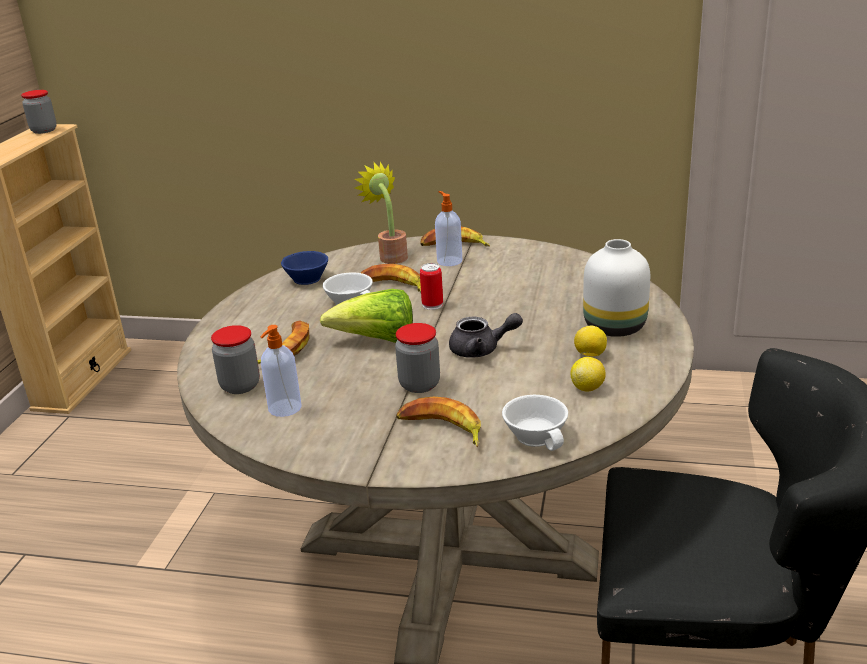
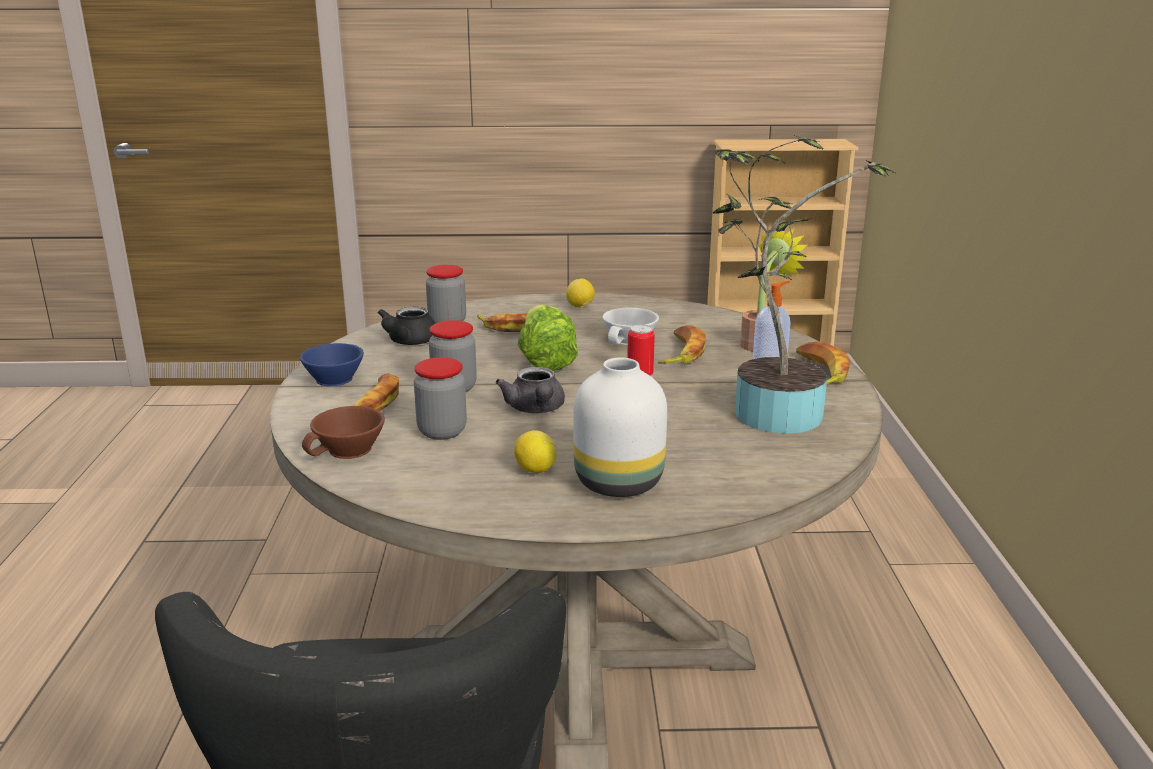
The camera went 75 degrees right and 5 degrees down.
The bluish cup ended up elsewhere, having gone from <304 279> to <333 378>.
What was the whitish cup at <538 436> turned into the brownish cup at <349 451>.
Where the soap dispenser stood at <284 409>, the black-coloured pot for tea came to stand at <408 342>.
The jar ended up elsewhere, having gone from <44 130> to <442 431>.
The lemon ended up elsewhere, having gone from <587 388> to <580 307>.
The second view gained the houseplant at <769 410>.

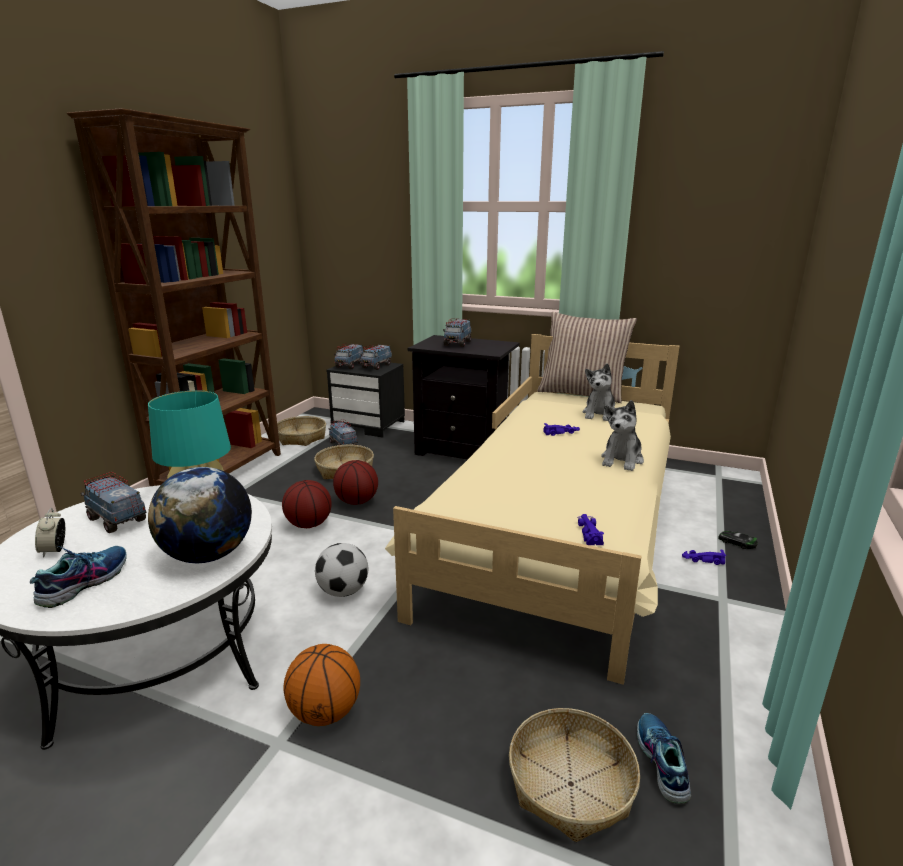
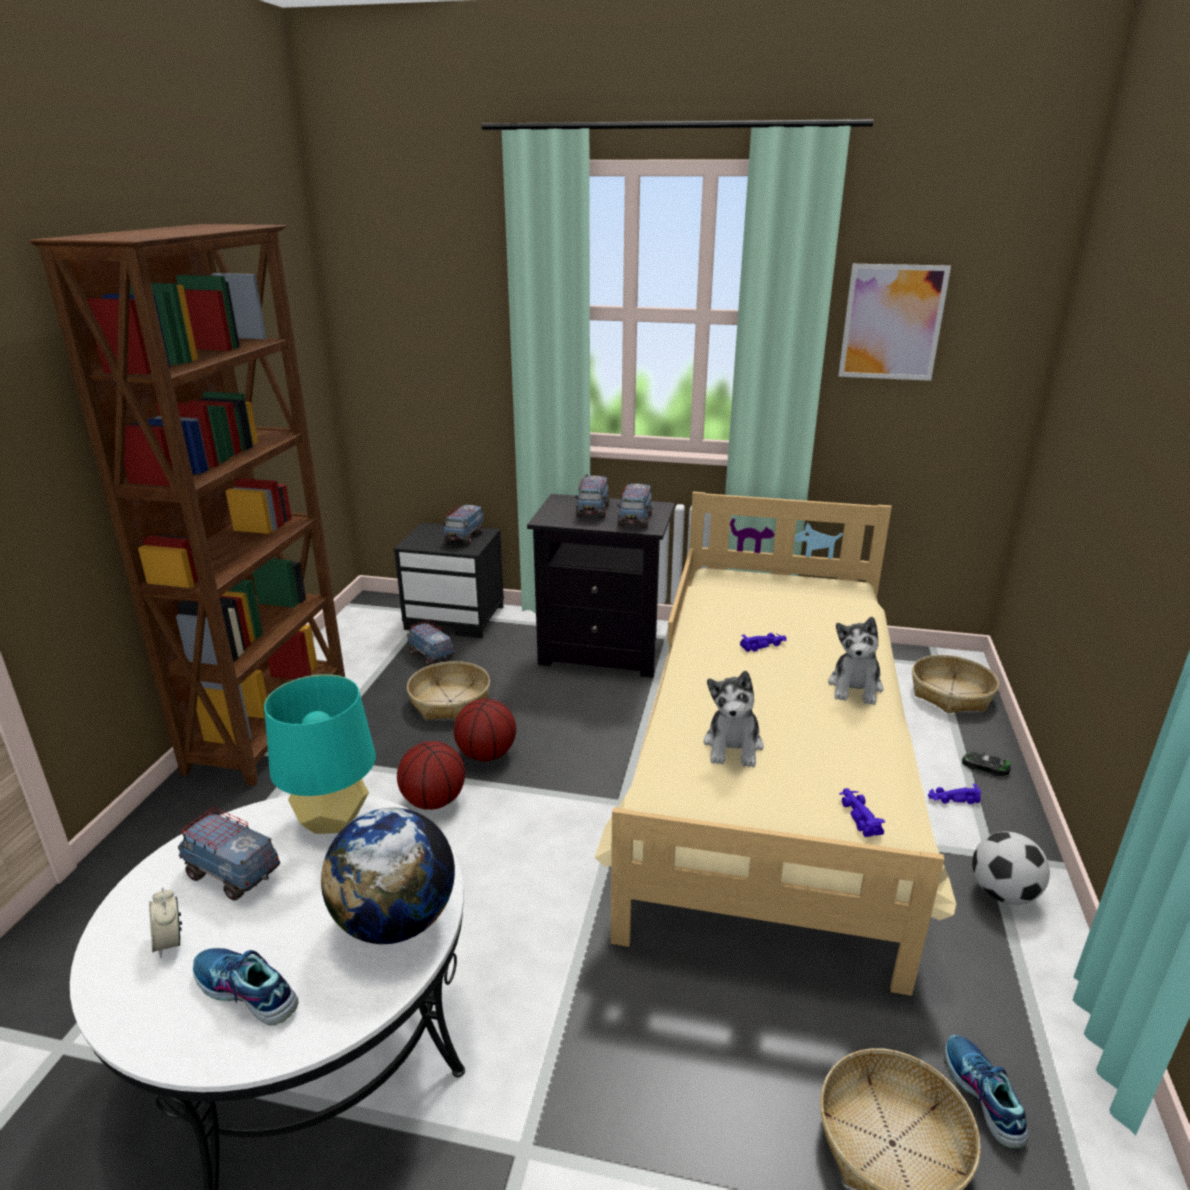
The camera went 10 degrees left and 5 degrees up.
The low shoe at <84 582> ended up facing another way, 75 degrees counterclockwise from before.
The toy truck ended up elsewhere, having gone from <349 366> to <635 520>.
The soft toy ended up elsewhere, having gone from <599 414> to <733 746>.
The second view gained the picture at <892 322>.
The storage basket ended up elsewhere, having gone from <300 438> to <950 694>.
The football ended up elsewhere, having gone from <343 591> to <1002 893>.
The second view lost the basketball ball at <325 712>.
The second view lost the cushion at <582 393>.

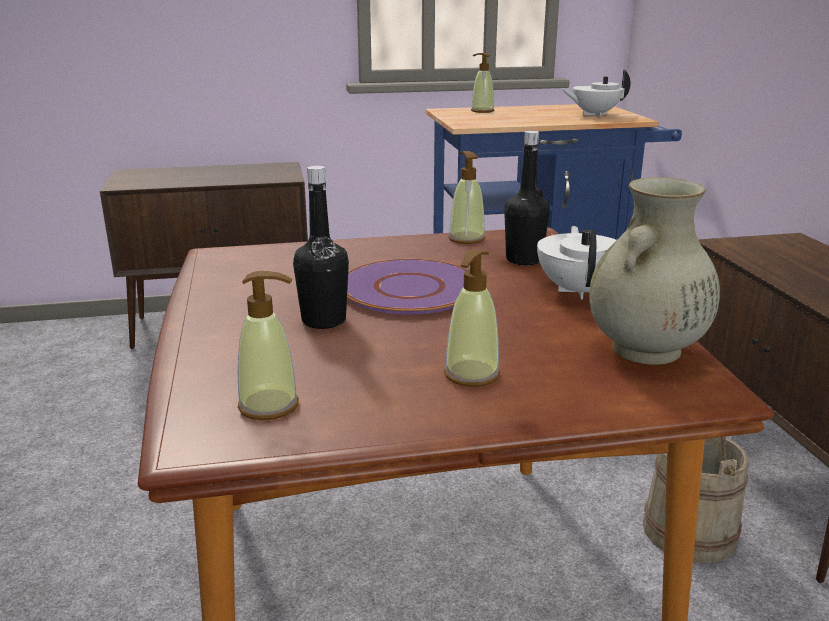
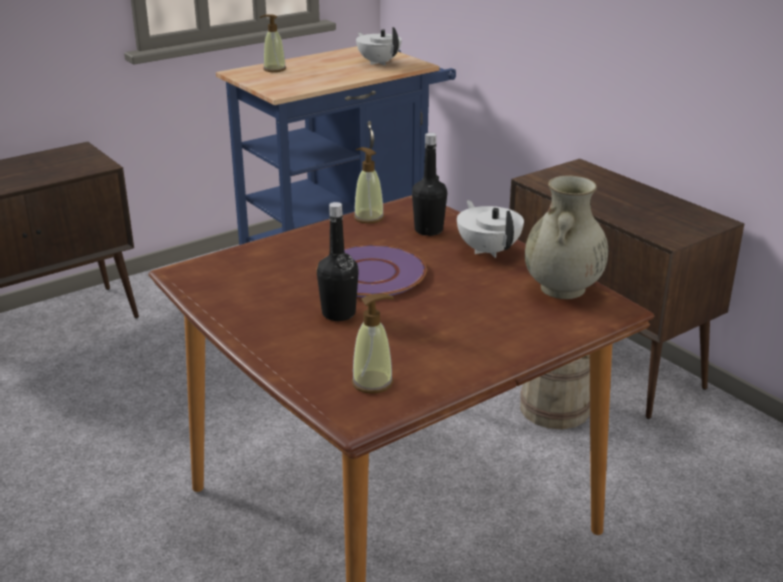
The camera went 25 degrees left and 5 degrees up.
The whitish pot for tea at <594 114> ended up facing another way, 90 degrees clockwise from before.
The second view lost the soap dispenser at <471 375>.

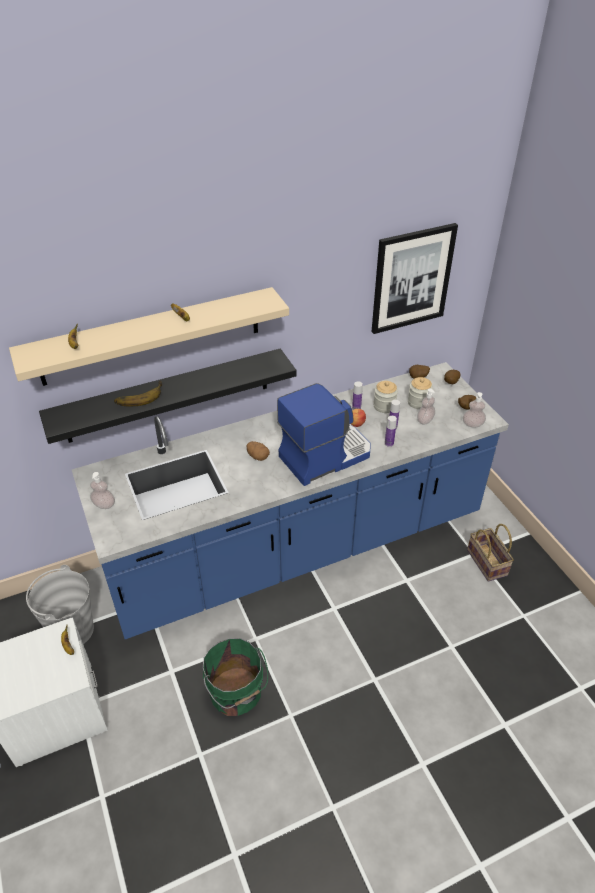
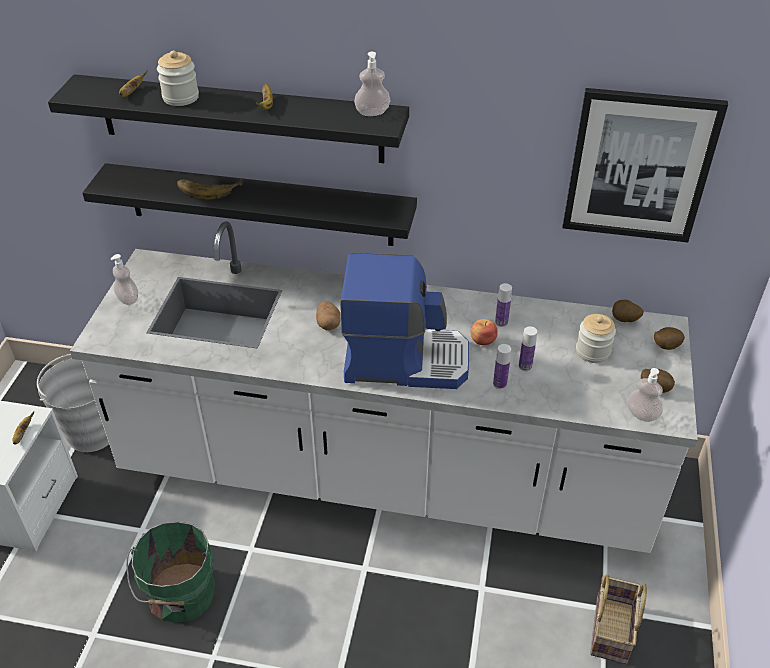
The camera went 35 degrees right and 0 degrees up.
What was the sand-coloured bracket shelf at <151 336> turned into the black-coloured bracket shelf at <240 119>.
What was the bluish counter at <297 547> turned into the whitish counter at <385 473>.
The jar ended up elsewhere, having gone from <384 406> to <181 97>.
The soap dispenser ended up elsewhere, having gone from <425 420> to <372 112>.

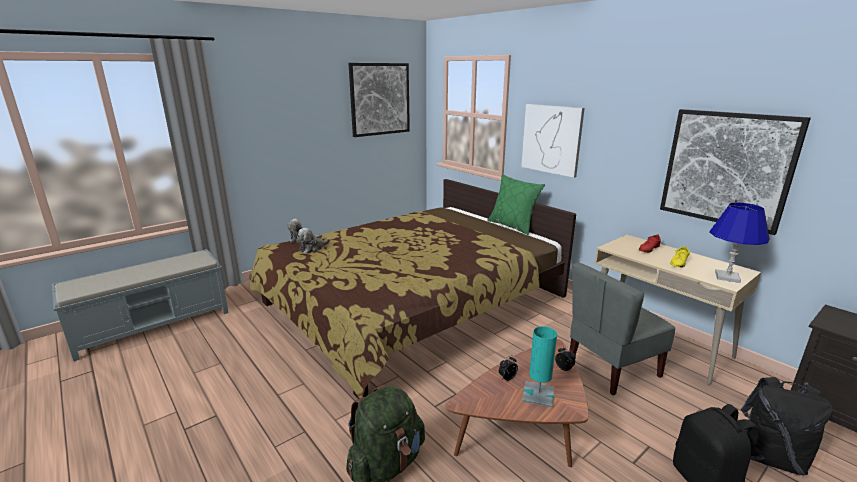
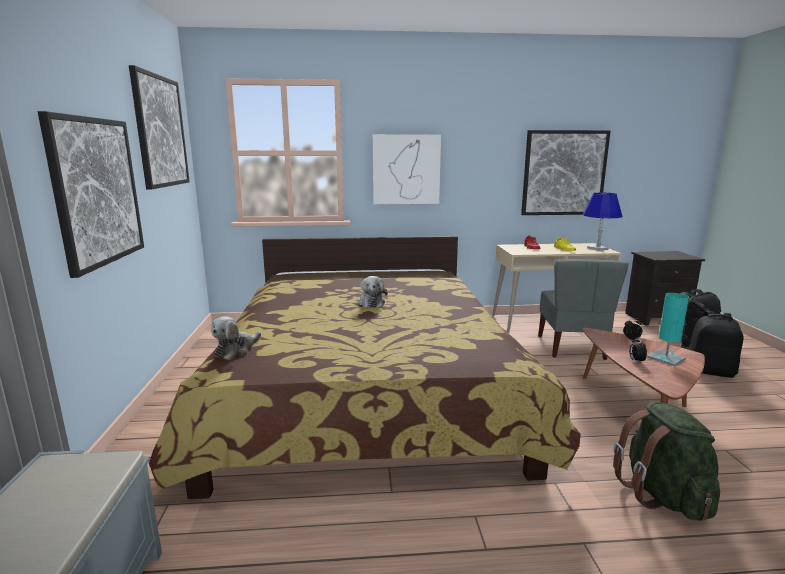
The camera went 55 degrees left and 5 degrees down.
The second view gained the picture at <97 191>.
The soft toy ended up elsewhere, having gone from <313 248> to <371 302>.
The second view lost the greenish cushion at <513 226>.

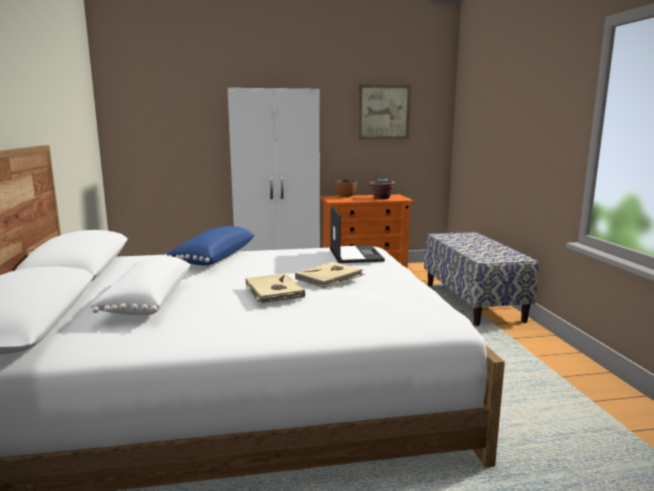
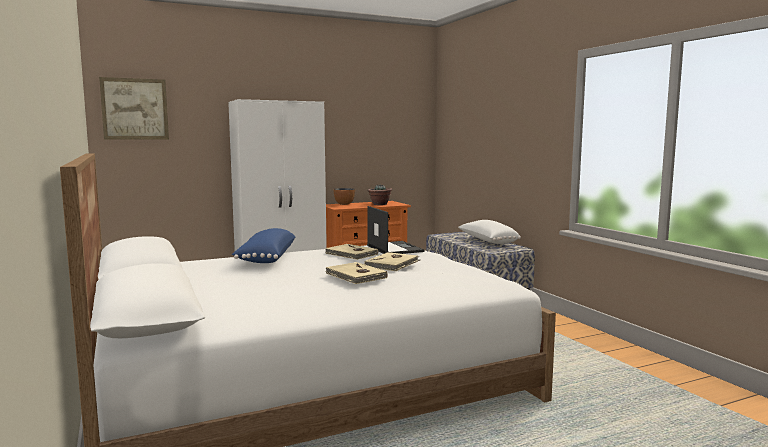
The camera went 15 degrees left and 5 degrees down.
The picture ended up elsewhere, having gone from <384 112> to <135 109>.
The second view gained the sand-coloured volume at <351 254>.
The whitish cushion ended up elsewhere, having gone from <146 301> to <487 241>.

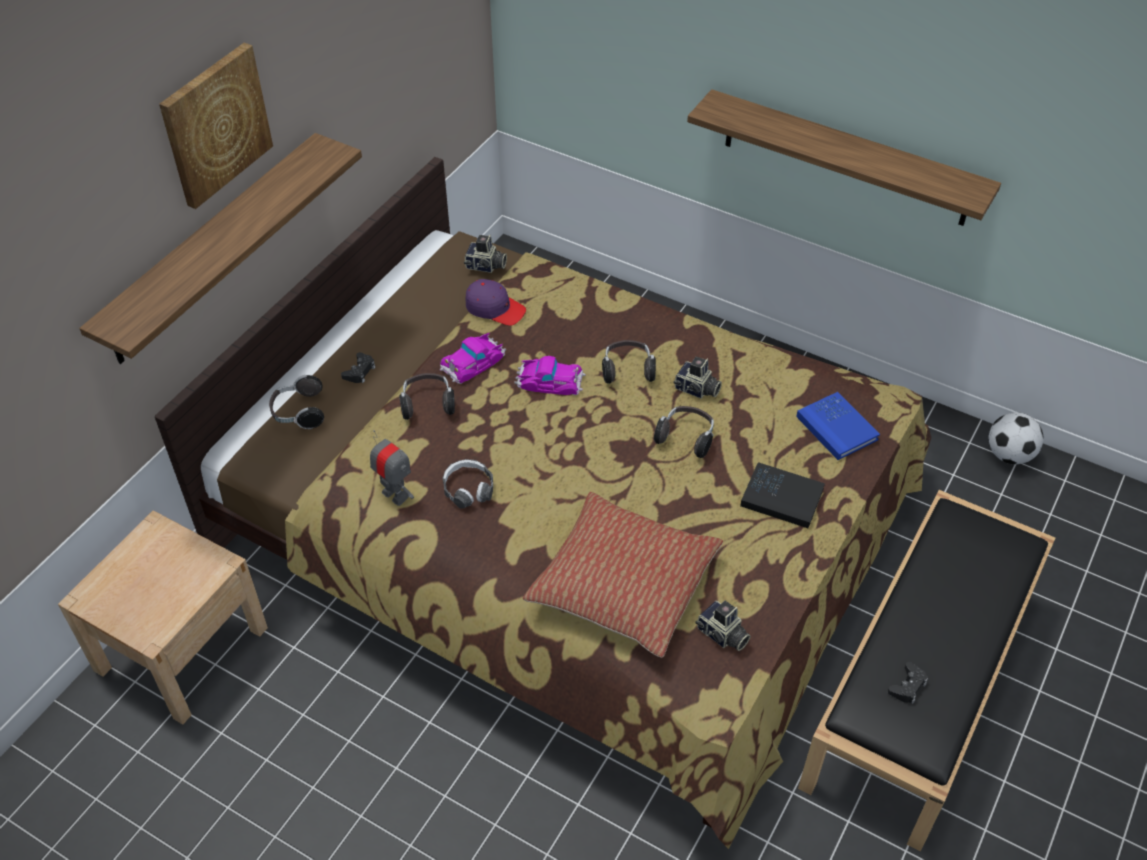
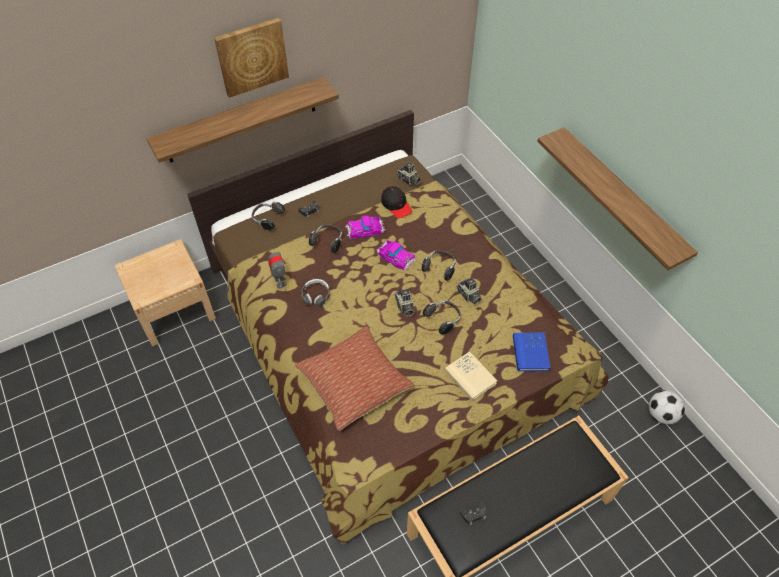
The camera went 30 degrees right and 5 degrees up.
What was the purple cap at <495 308> turned into the black-coloured cap at <396 205>.
The still camera ended up elsewhere, having gone from <722 635> to <404 306>.
What was the black-coloured volume at <782 497> turned into the sand-coloured volume at <470 377>.

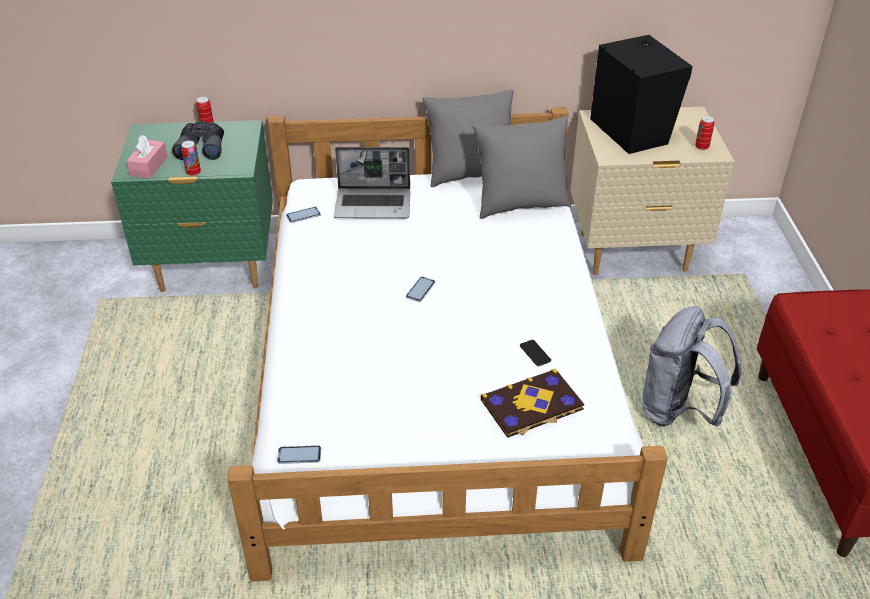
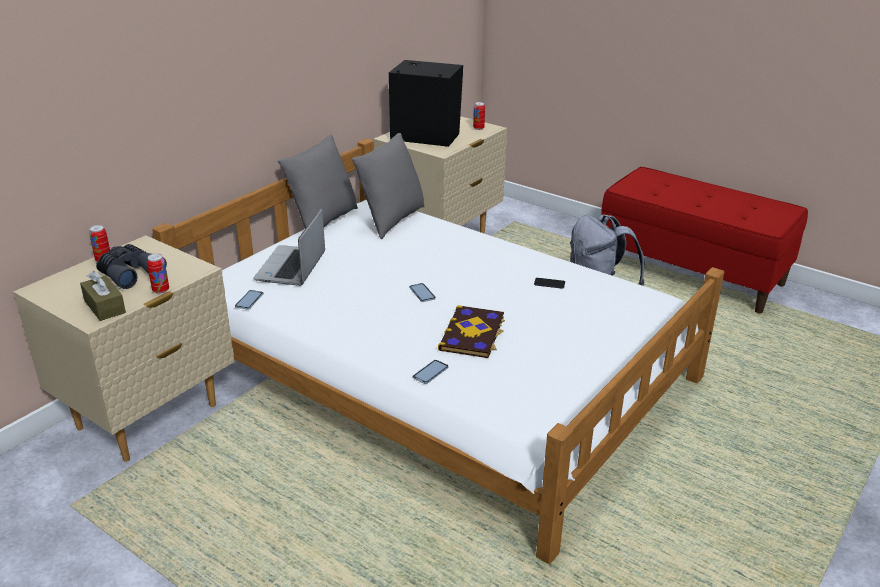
The camera went 50 degrees left and 10 degrees down.
What was the greenish night table at <213 268> turned into the sand-coloured night table at <149 417>.
What was the pink-coloured tissue holder at <149 166> turned into the brownish tissue holder at <104 306>.
The portable computer at <374 204> ended up facing another way, 150 degrees clockwise from before.
The telephone ended up elsewhere, having gone from <299 455> to <430 372>.
The volume ended up elsewhere, having gone from <532 406> to <473 334>.

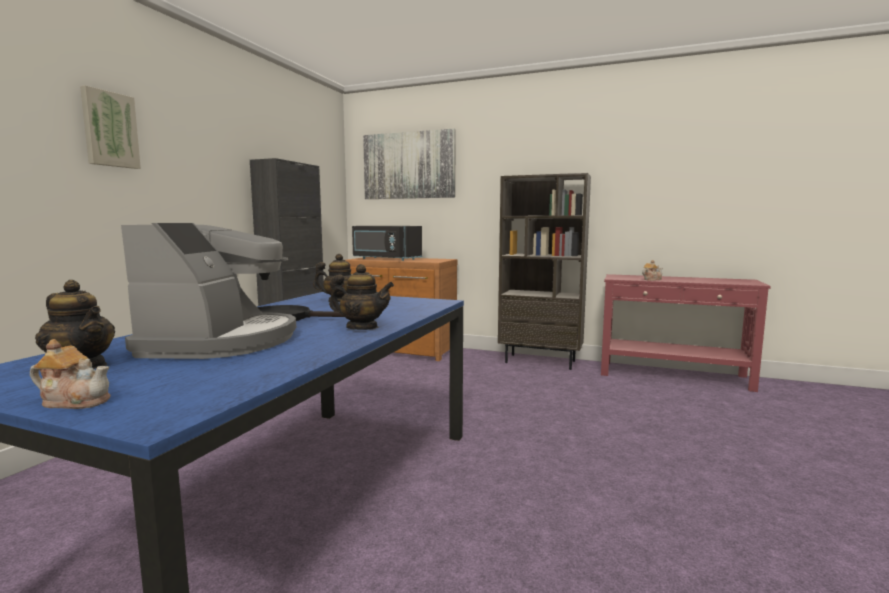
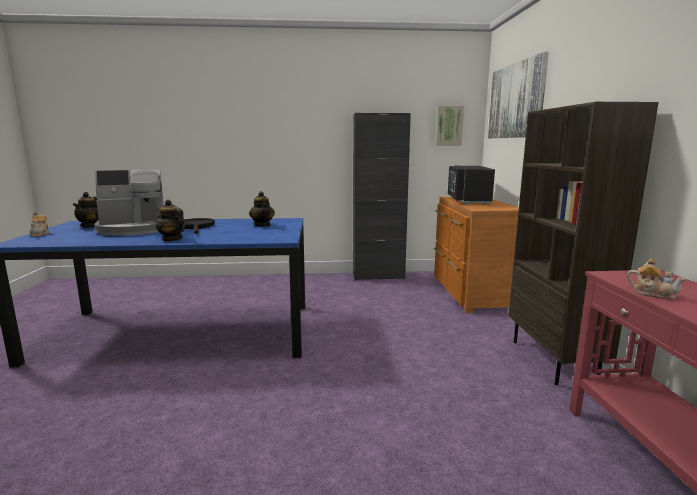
The camera went 65 degrees right and 5 degrees up.
The pot for tea at <362 328> ended up facing another way, 135 degrees clockwise from before.
The picture ended up elsewhere, having gone from <109 129> to <448 126>.

